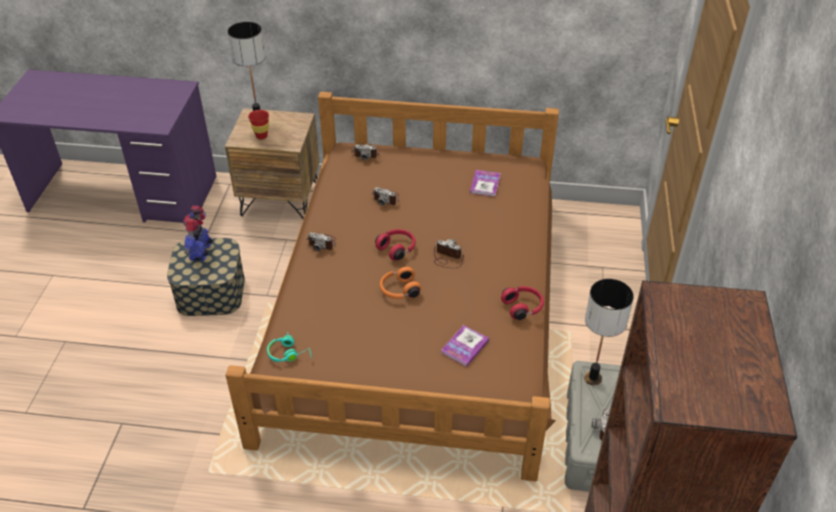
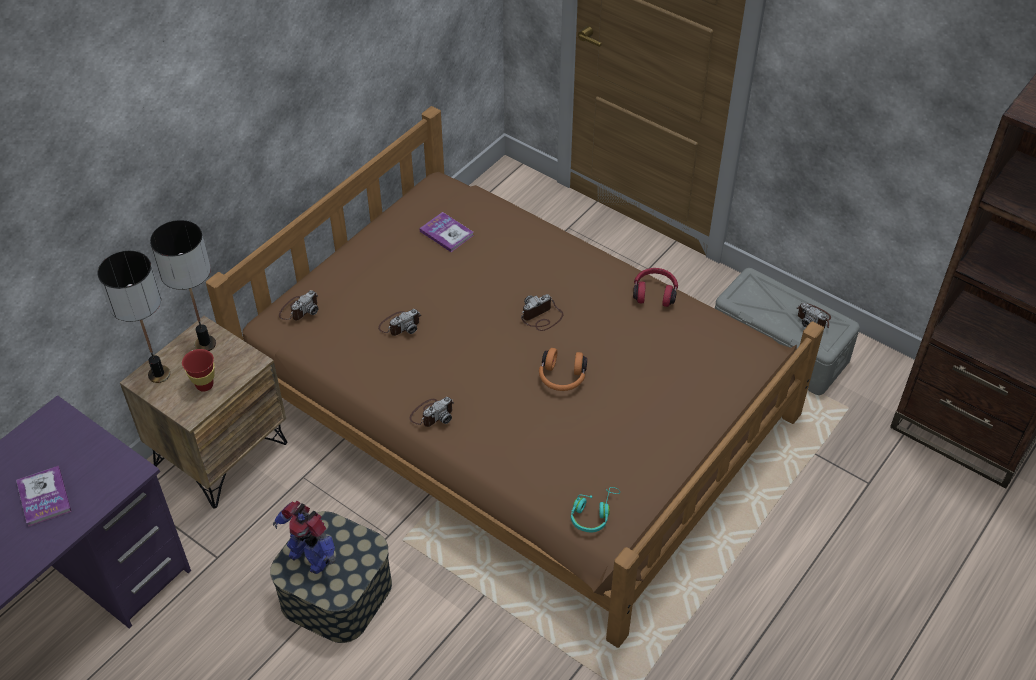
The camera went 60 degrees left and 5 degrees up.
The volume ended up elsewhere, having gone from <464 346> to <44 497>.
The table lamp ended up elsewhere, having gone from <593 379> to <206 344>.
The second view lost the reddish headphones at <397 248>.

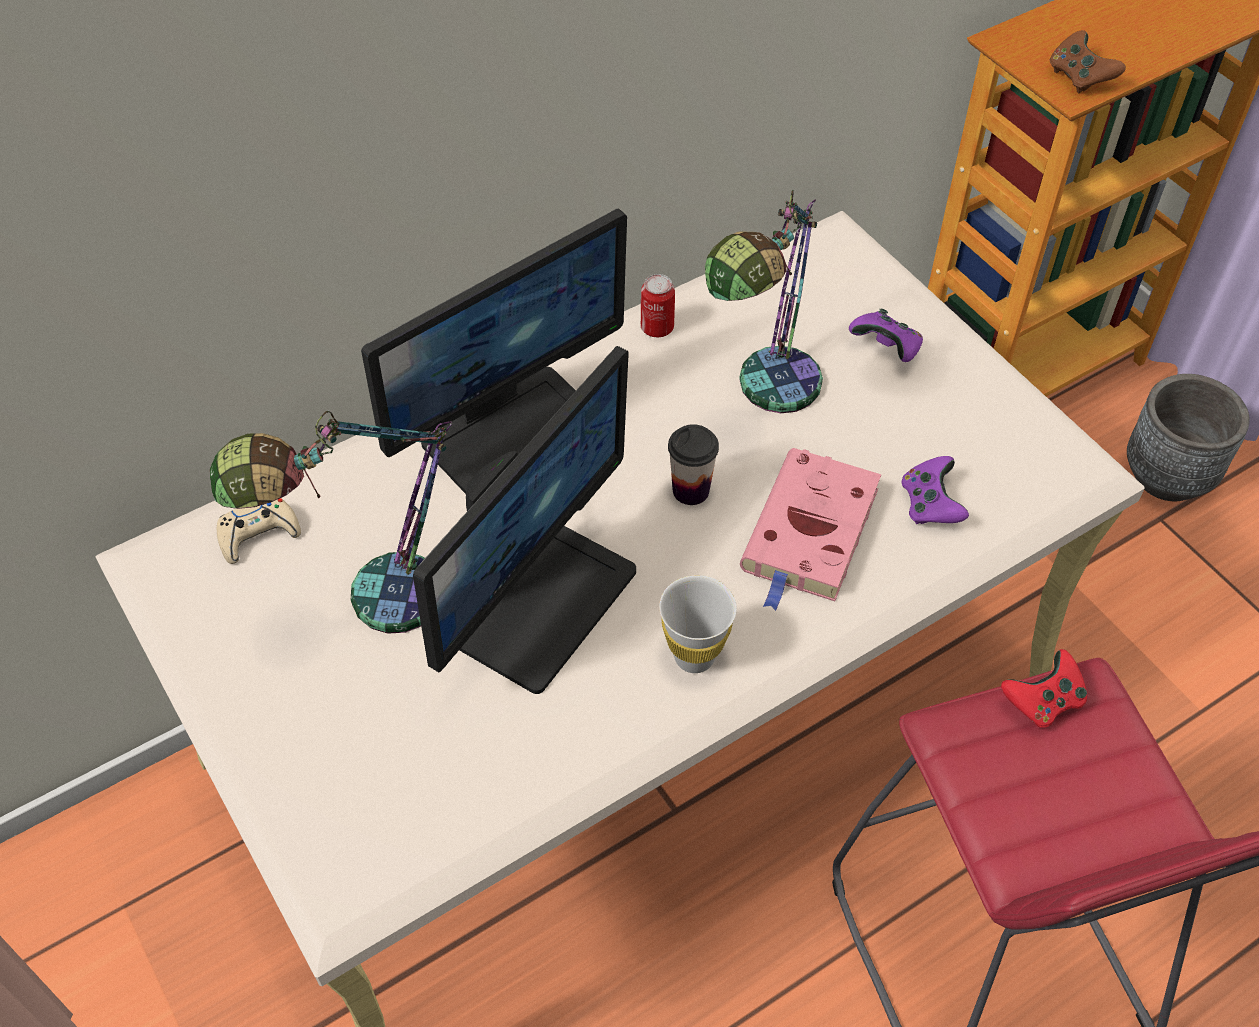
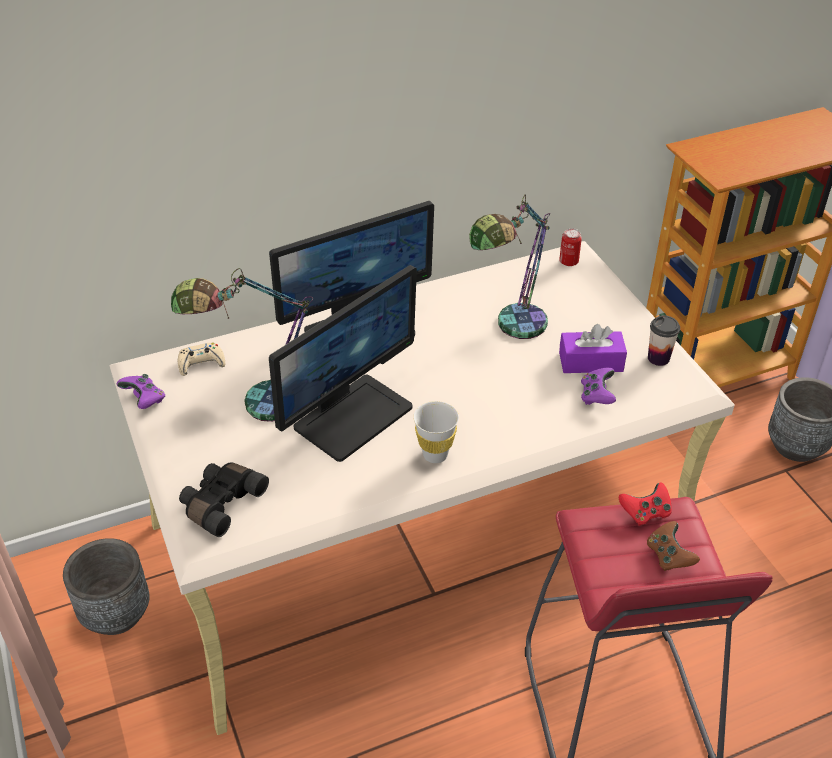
The camera went 10 degrees right and 10 degrees down.
The second view gained the grey flower pot at <116 613>.
The purple gamepad ended up elsewhere, having gone from <887 348> to <144 400>.
The second view gained the black-coloured binoculars at <221 503>.
The sealed can ended up elsewhere, having gone from <657 328> to <568 262>.
The second view gained the purple tissue holder at <591 362>.
The brownish gamepad ended up elsewhere, having gone from <1079 77> to <668 556>.
The cup ended up elsewhere, having gone from <690 490> to <658 358>.
The second view lost the pink-coloured volume at <810 534>.

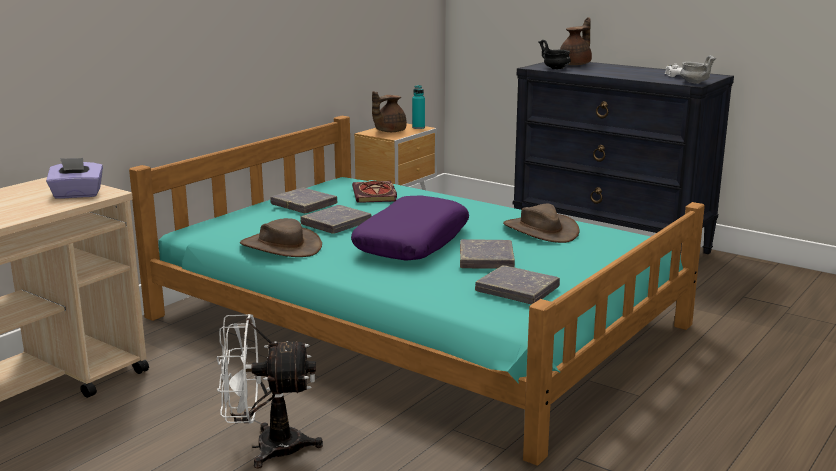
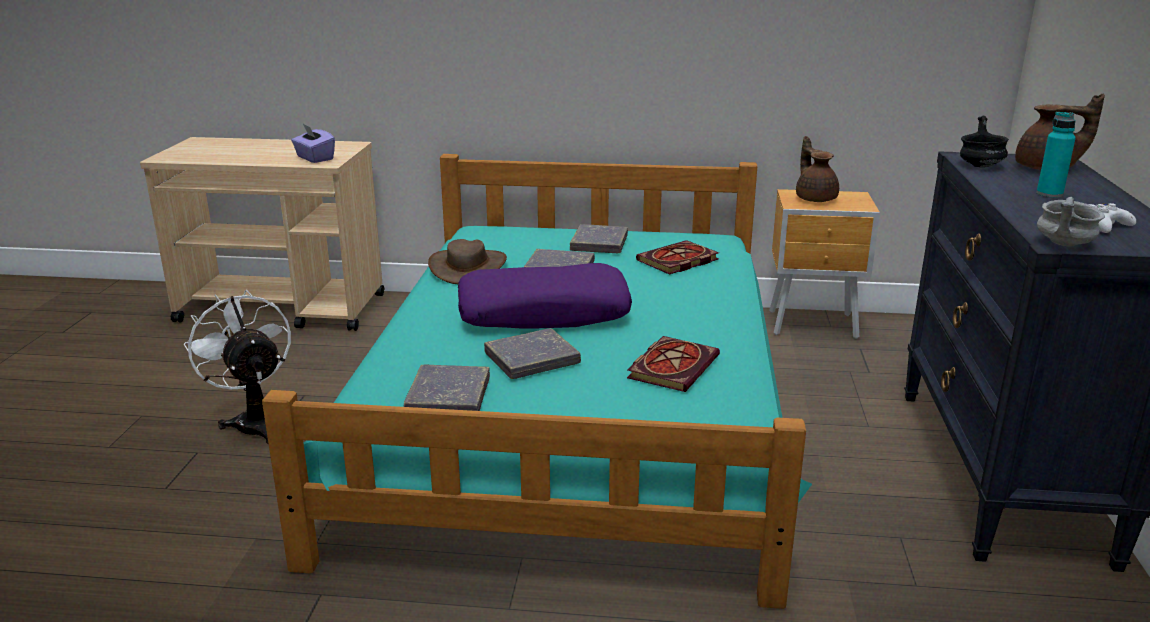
The camera went 60 degrees right and 5 degrees up.
Where the brownish hat stood at <540 230>, the volume came to stand at <672 366>.
The brownish pot for tea at <388 131> ended up facing another way, 60 degrees clockwise from before.
The turquoise bottle ended up elsewhere, having gone from <418 127> to <1049 194>.

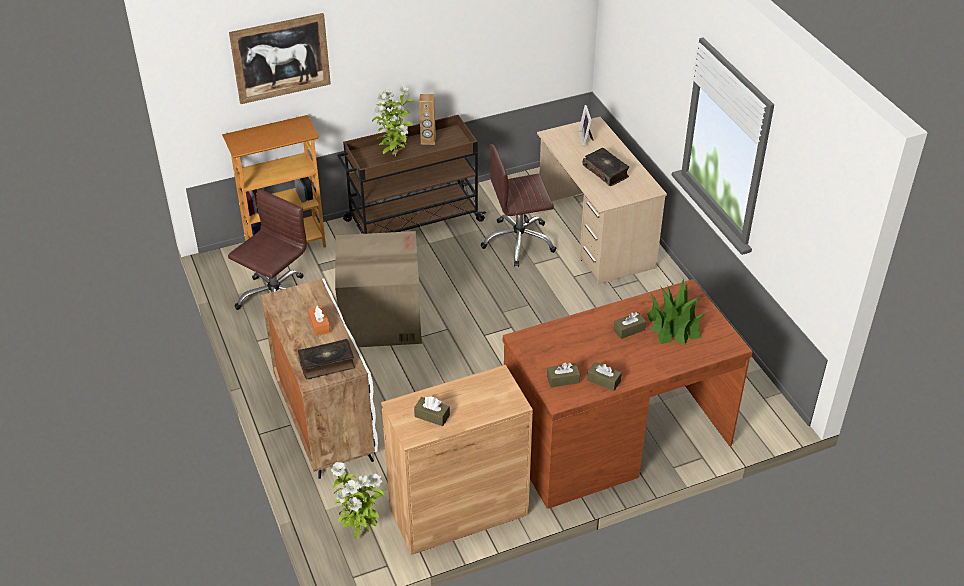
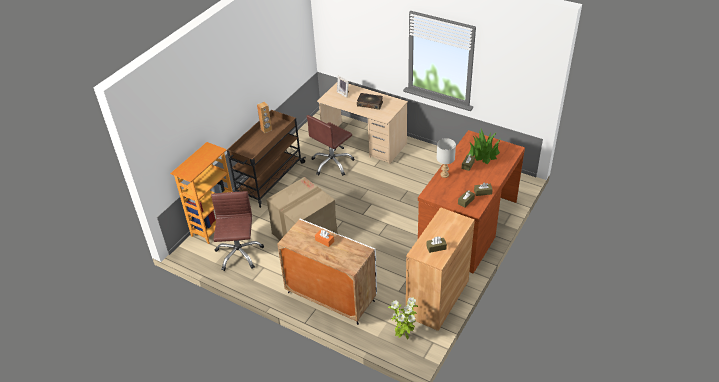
The camera went 35 degrees left and 0 degrees up.
The second view gained the grey table lamp at <444 174>.
The second view lost the picture at <281 58>.
The second view lost the volume at <327 364>.
The second view lost the houseplant at <394 155>.

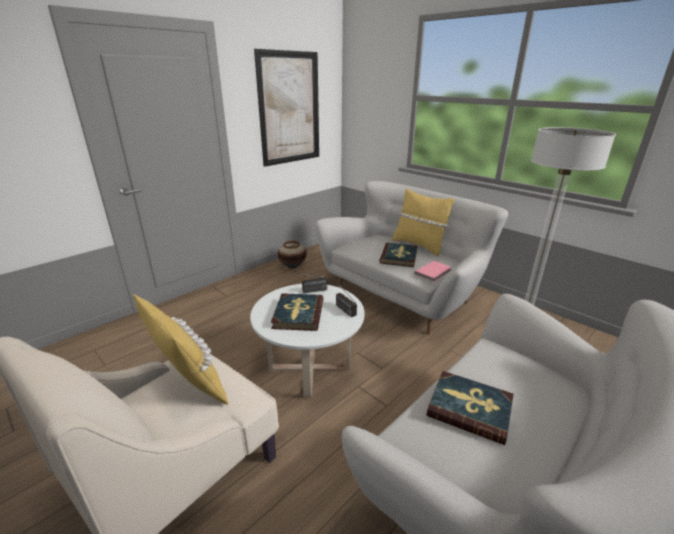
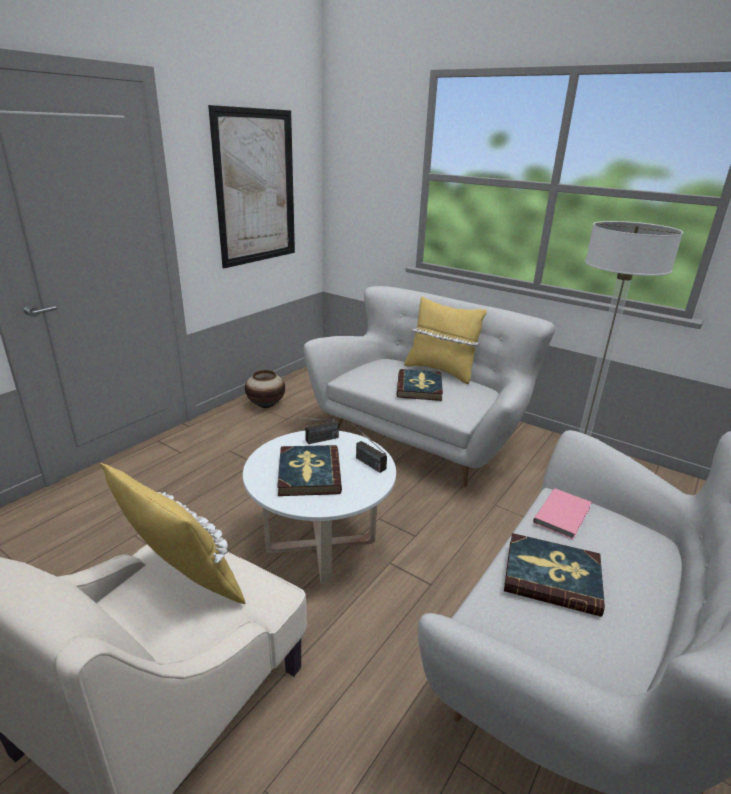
The camera went 10 degrees left and 0 degrees up.
The pink-coloured volume ended up elsewhere, having gone from <434 272> to <564 515>.

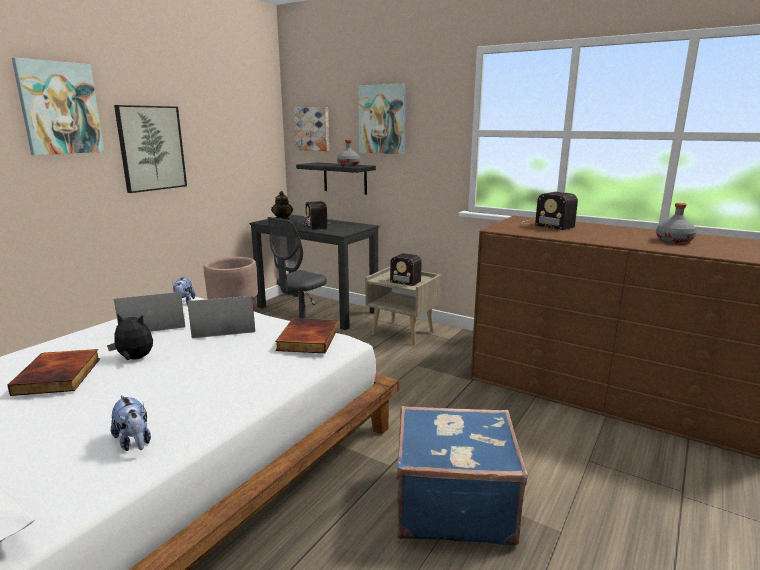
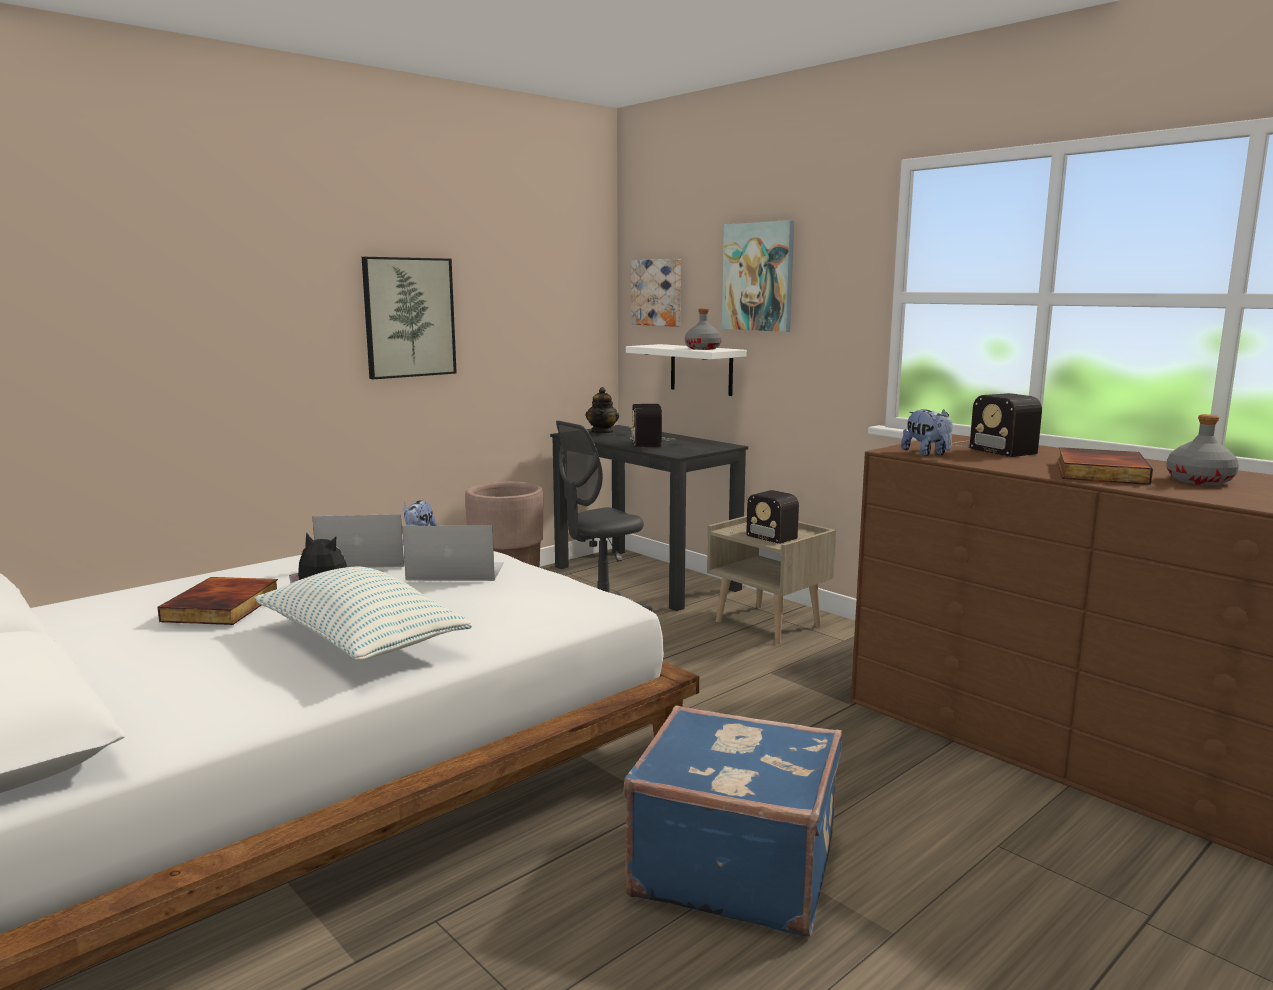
The camera went 15 degrees right and 5 degrees down.
The second view gained the cushion at <361 642>.
What was the black-coloured bracket shelf at <345 178> turned into the whitish bracket shelf at <701 369>.
The soft toy ended up elsewhere, having gone from <134 442> to <927 453>.
The volume ended up elsewhere, having gone from <306 339> to <1098 472>.
The second view lost the picture at <60 108>.

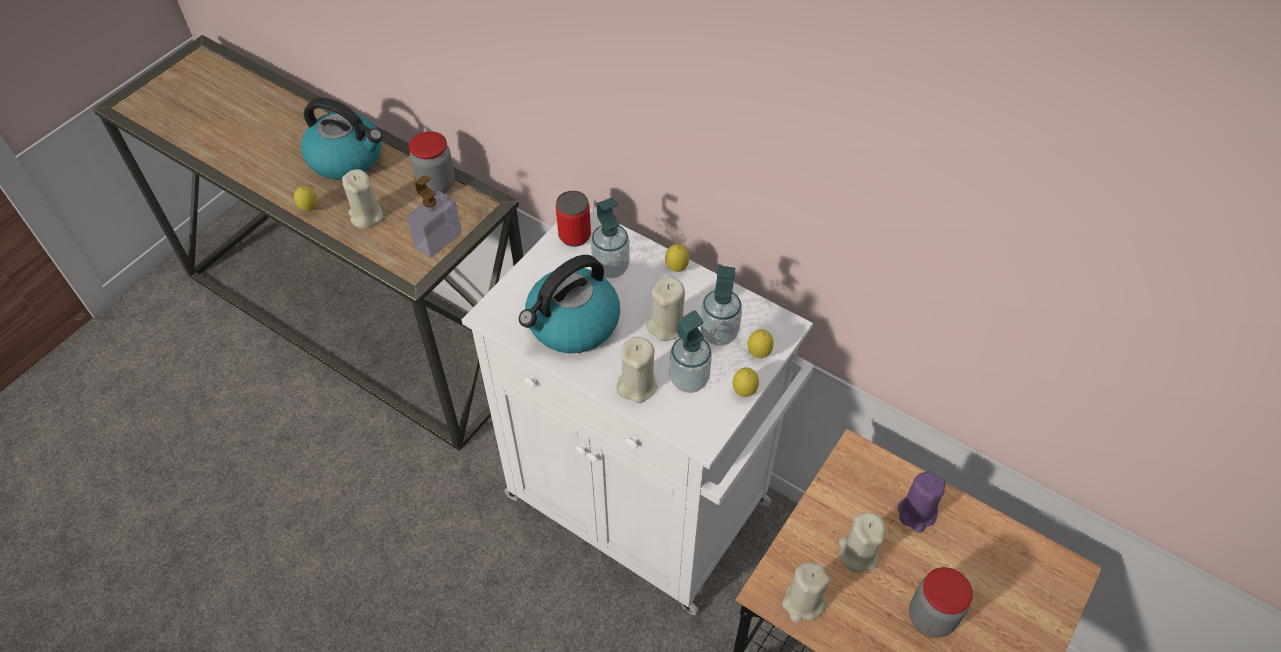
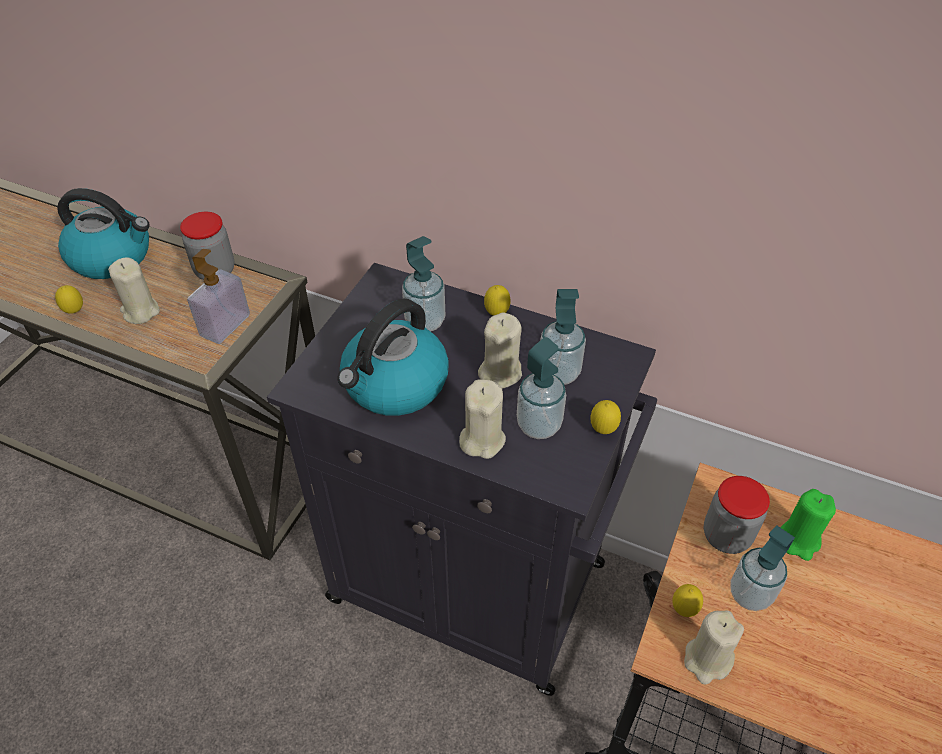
The camera went 10 degrees left and 5 degrees down.
What was the whitish cabinet at <642 503> turned into the black-coloured cabinet at <473 584>.
The lemon ended up elsewhere, having gone from <758 354> to <683 610>.
The jar ended up elsewhere, having gone from <931 617> to <726 536>.
Where the sand-coloured candle stood at <857 553>, the soap dispenser came to stand at <750 594>.
What was the purple candle at <916 513> turned into the greenish candle at <799 540>.
The second view lost the sealed can at <574 235>.

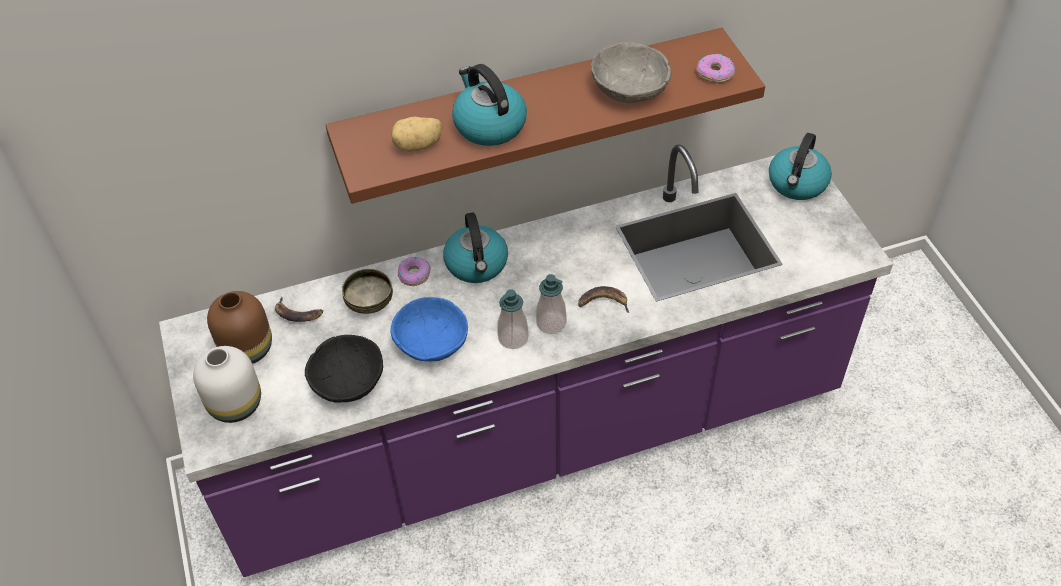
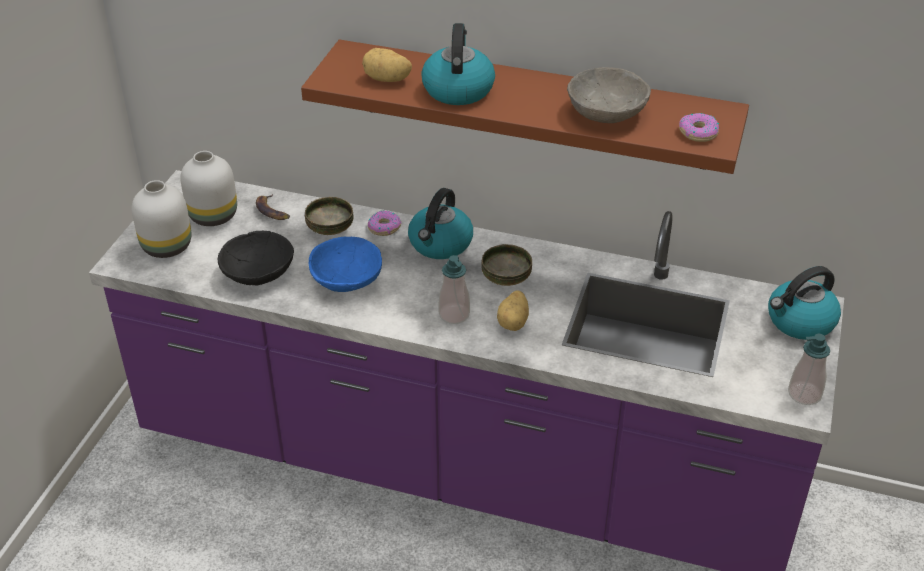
The camera went 35 degrees right and 10 degrees down.
What was the brownish decorative vase at <249 349> turned into the whitish decorative vase at <214 216>.
The second view gained the deep dish at <505 278>.
Where the whole banana stood at <603 302>, the spud came to stand at <514 322>.
The soap dispenser ended up elsewhere, having gone from <513 338> to <804 394>.

